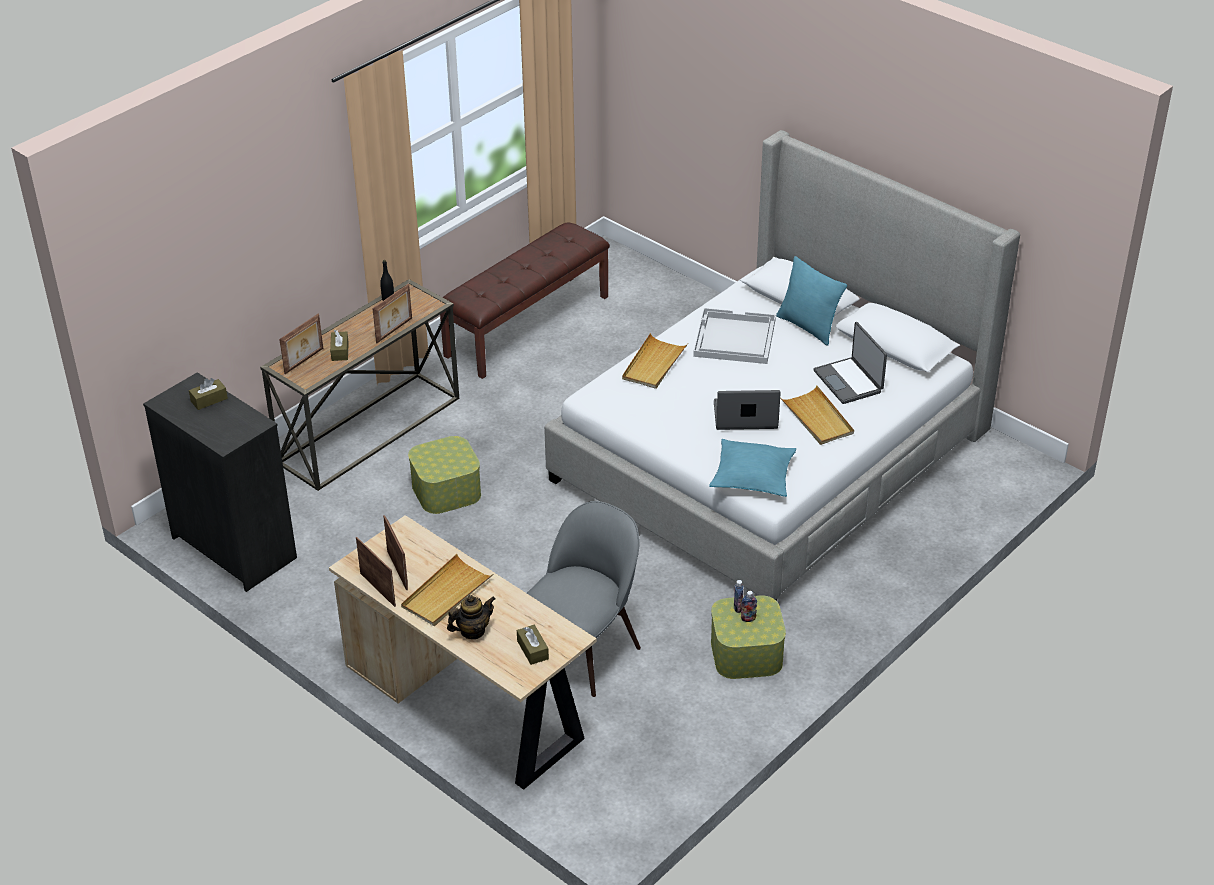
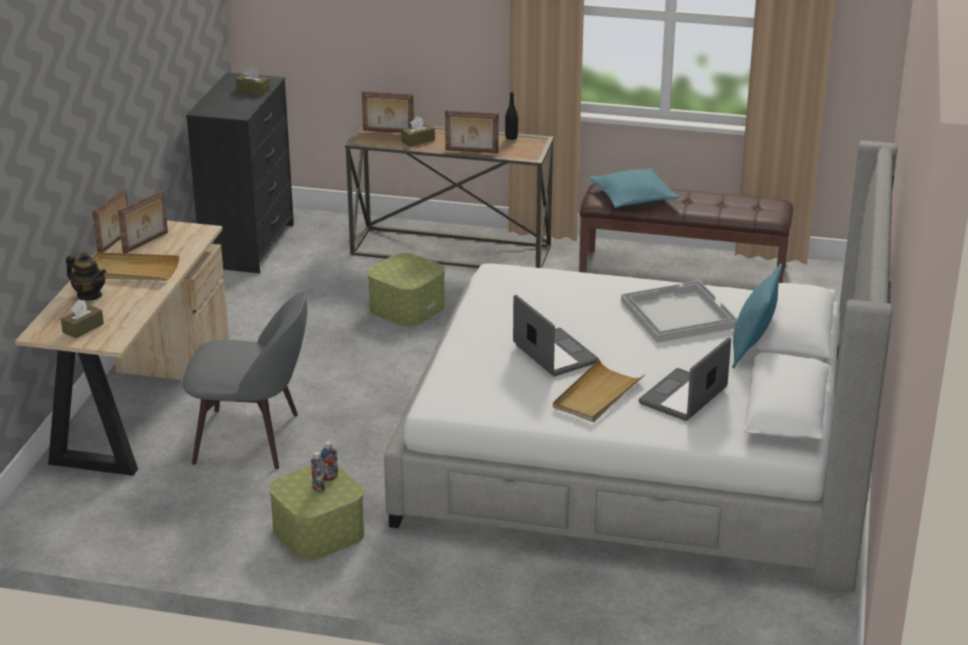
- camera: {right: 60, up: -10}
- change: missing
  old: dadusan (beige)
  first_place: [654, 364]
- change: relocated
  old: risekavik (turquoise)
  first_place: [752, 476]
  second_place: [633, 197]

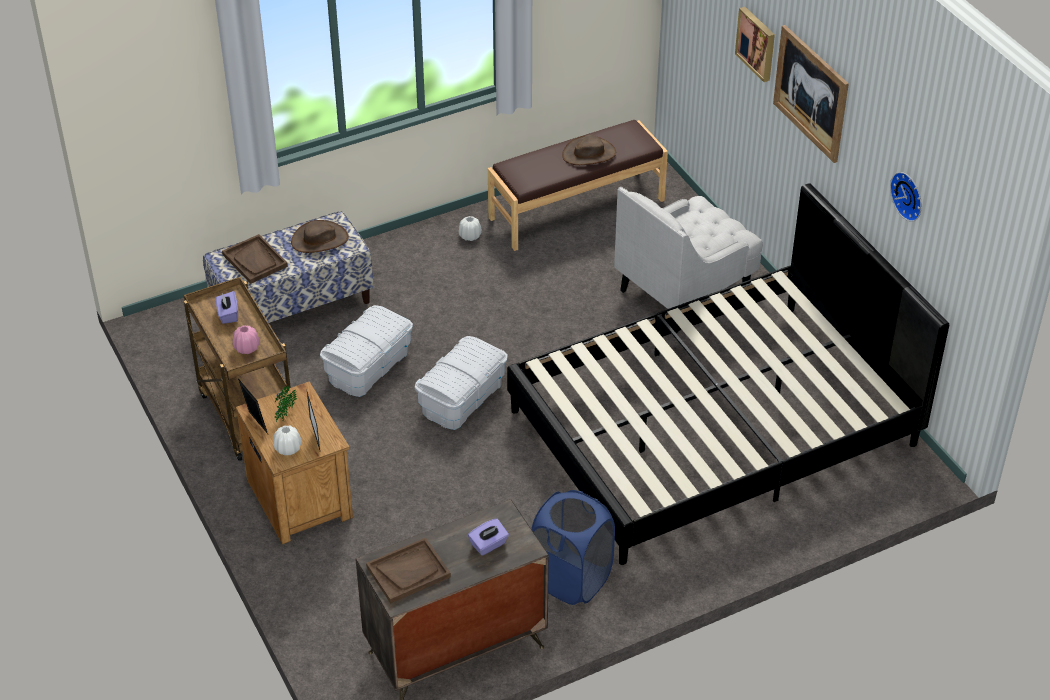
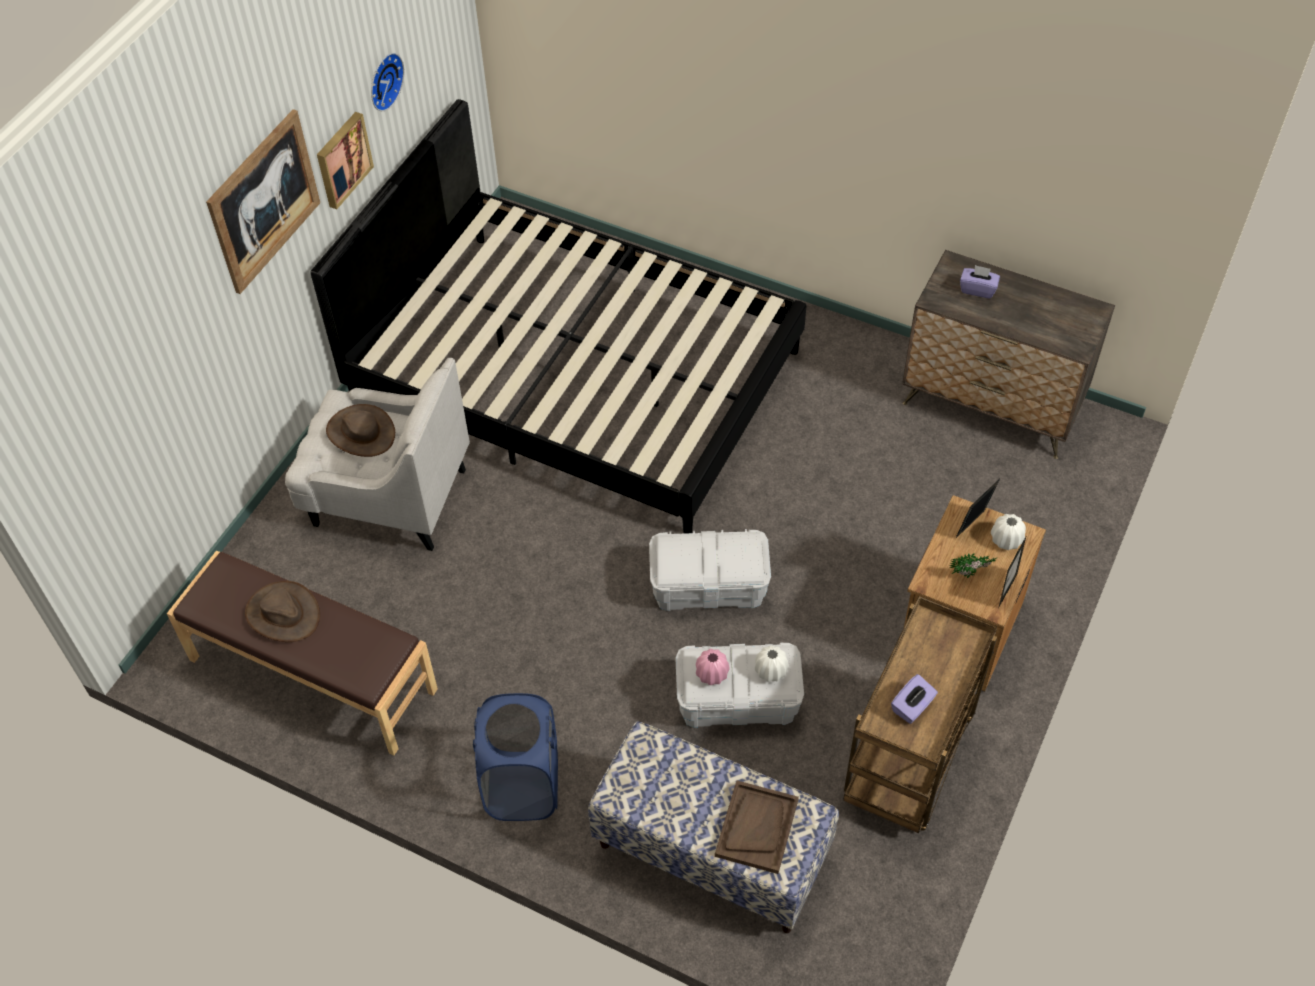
- camera: {right: -125, up: 10}
- change: relocated
  old: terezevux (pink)
  first_place: [247, 348]
  second_place: [712, 674]
- change: relocated
  old: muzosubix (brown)
  first_place: [319, 240]
  second_place: [361, 432]
- change: missing
  old: dadusan (brown)
  first_place: [408, 572]
- change: relocated
  old: terezevux (white)
  first_place: [470, 236]
  second_place: [770, 670]
- change: relocated
  old: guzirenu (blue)
  first_place: [571, 579]
  second_place: [523, 786]
- change: relocated
  old: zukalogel
  first_place: [757, 43]
  second_place: [342, 159]

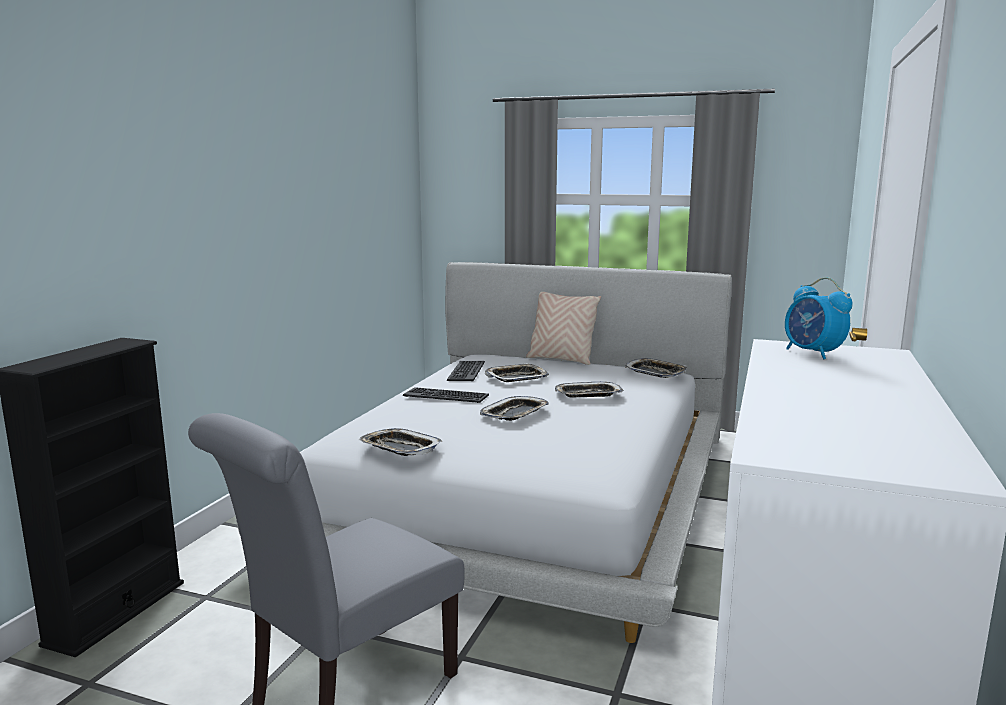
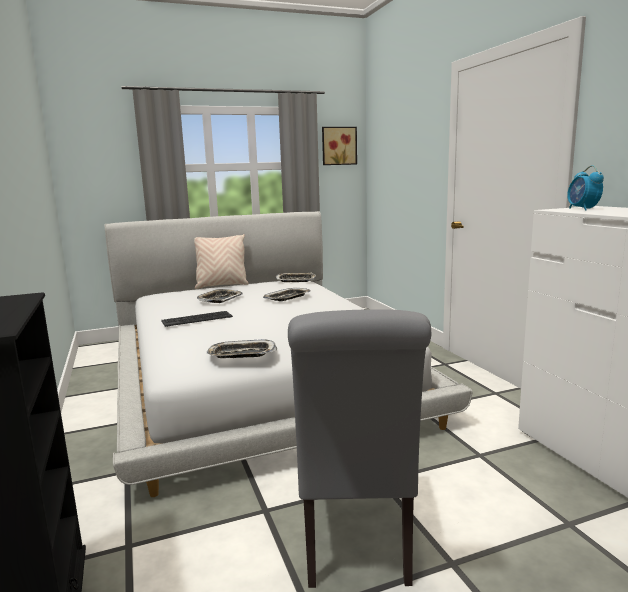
- camera: {right: -40, up: 0}
- change: missing
  old: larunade
  first_place: [465, 371]
- change: missing
  old: dadusan
  first_place: [515, 414]
- change: spun
  old: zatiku
  first_place: [813, 353]
  second_place: [582, 209]
  degrees: 60
- change: appeared
  new: zukalogel
  second_place: [338, 146]

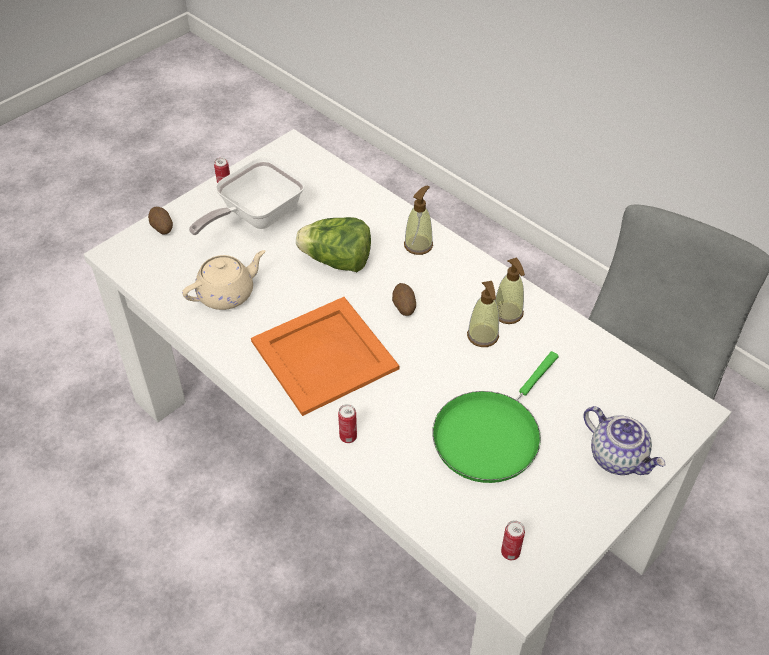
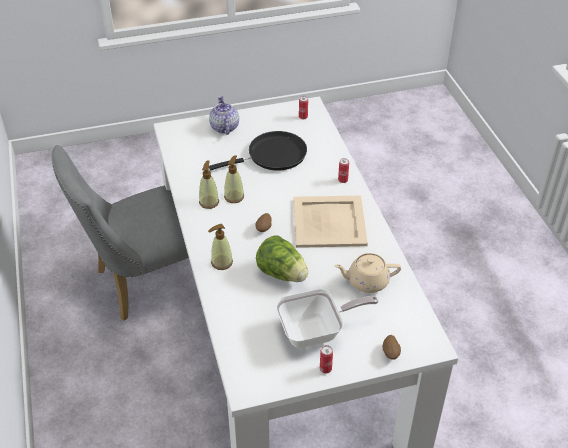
- camera: {right: -150, up: -5}
- change: colour
  old: dadusan (orange)
  new: dadusan (beige)
  first_place: [323, 354]
  second_place: [330, 222]
- change: colour
  old: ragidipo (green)
  new: ragidipo (black)
  first_place: [490, 434]
  second_place: [273, 155]

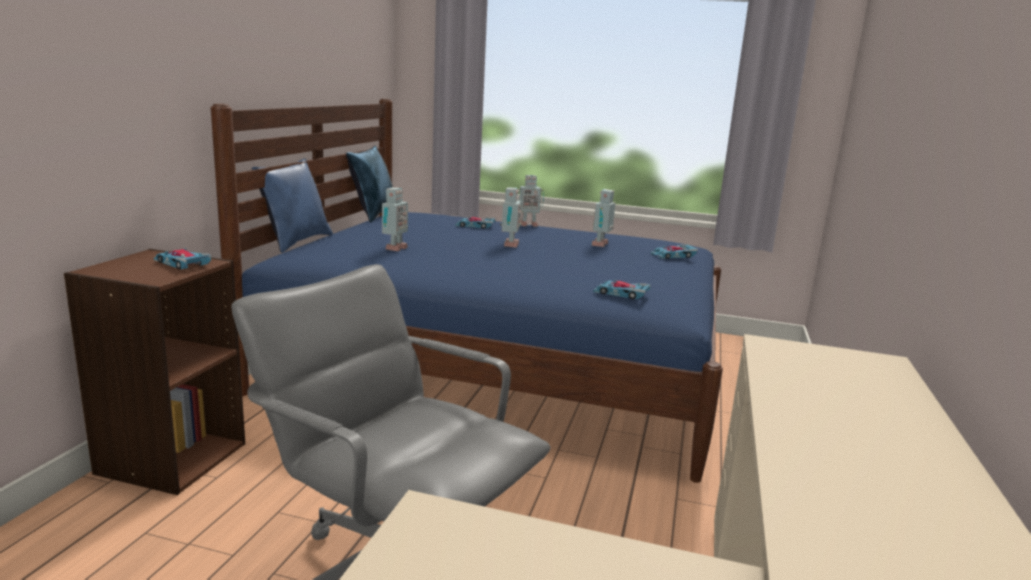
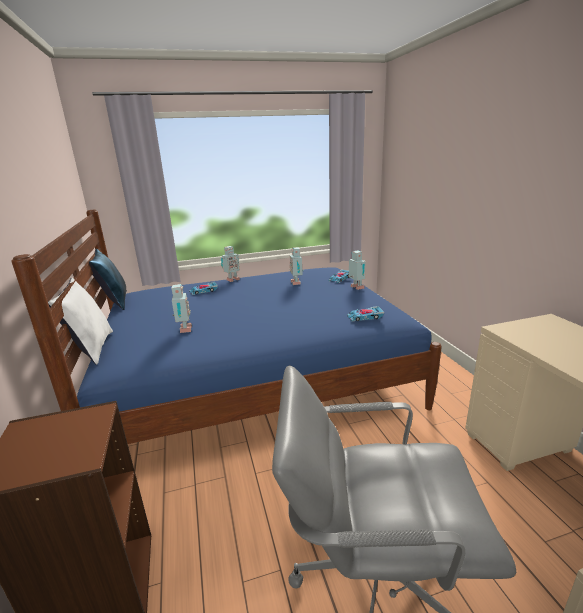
- camera: {right: -30, up: 5}
- change: missing
  old: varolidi
  first_place: [182, 263]
- change: colour
  old: risekavik (blue)
  new: risekavik (white)
  first_place: [296, 242]
  second_place: [92, 349]
- change: relocated
  old: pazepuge
  first_place: [509, 245]
  second_place: [356, 288]

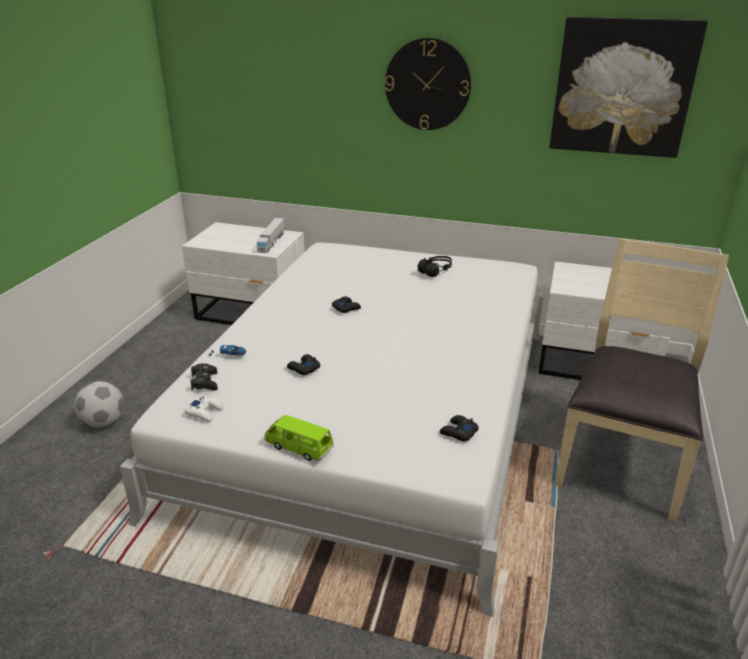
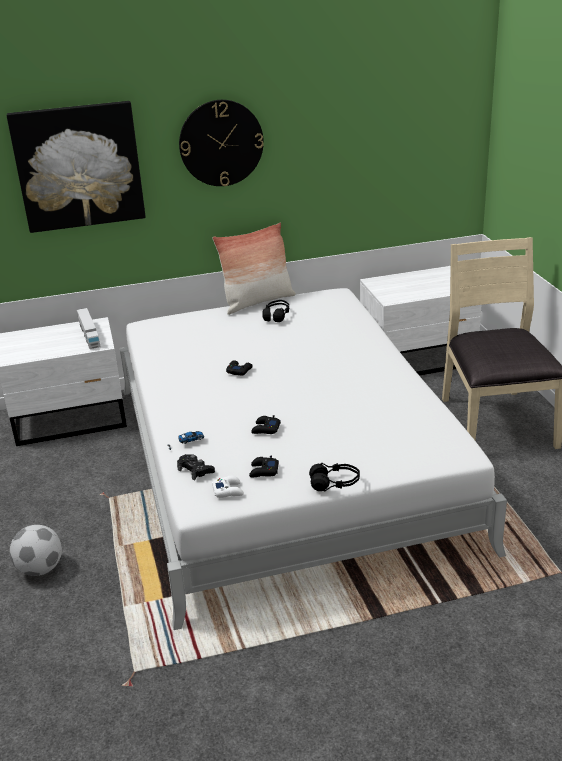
- camera: {right: -30, up: 0}
- change: exchanged
  old: varolidi (green)
  new: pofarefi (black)
  first_place: [299, 448]
  second_place: [335, 483]
- change: relocated
  old: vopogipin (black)
  first_place: [458, 432]
  second_place: [263, 471]
- change: relocated
  old: zukalogel
  first_place: [622, 87]
  second_place: [78, 166]
- change: appeared
  new: risekavik
  second_place: [257, 302]

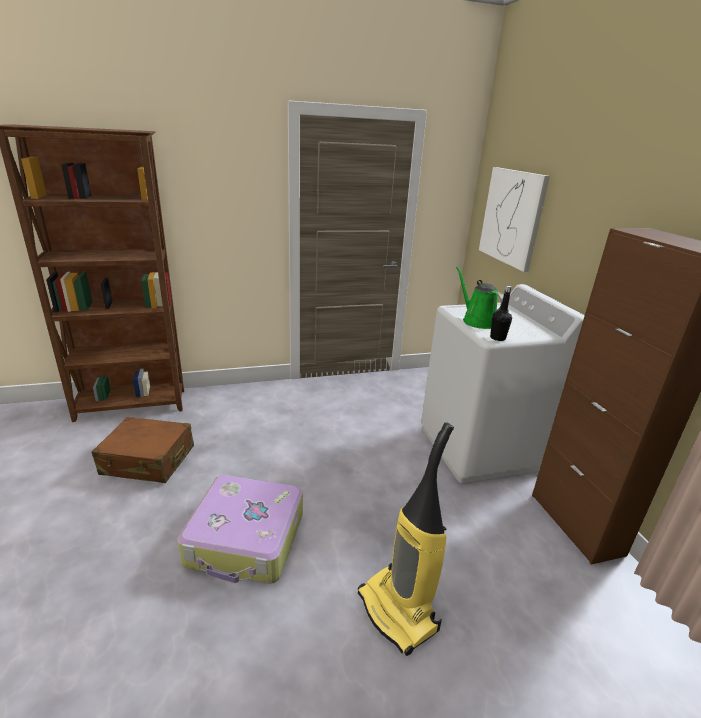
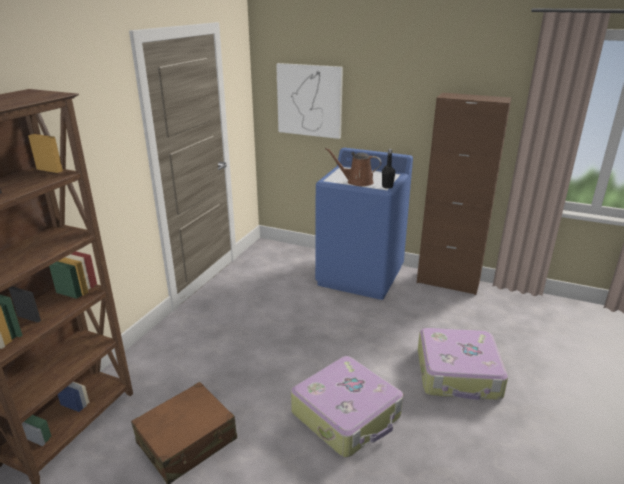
- camera: {right: -50, up: 0}
- change: exchanged
  old: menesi
  new: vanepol
  first_place: [399, 611]
  second_place: [458, 374]
- change: colour
  old: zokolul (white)
  new: zokolul (blue)
  first_place: [479, 448]
  second_place: [360, 276]
- change: colour
  old: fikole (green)
  new: fikole (brown)
  first_place: [477, 321]
  second_place: [357, 182]

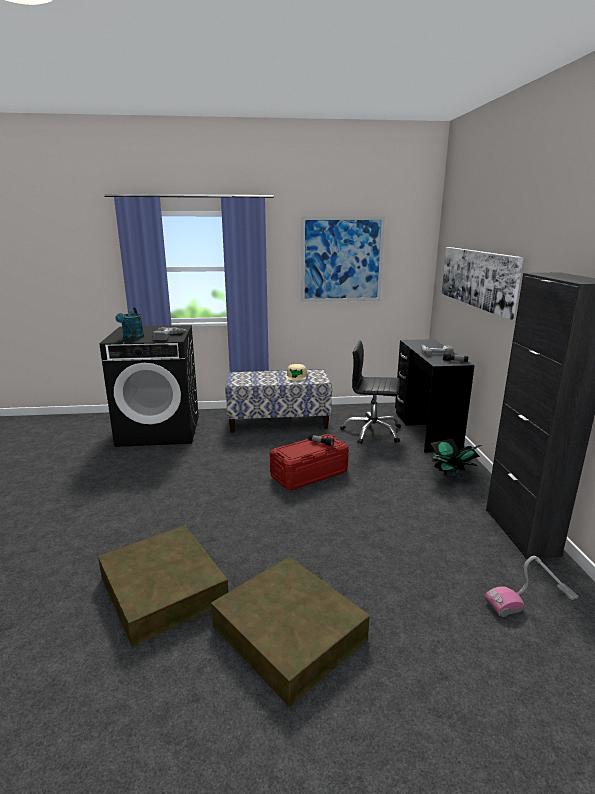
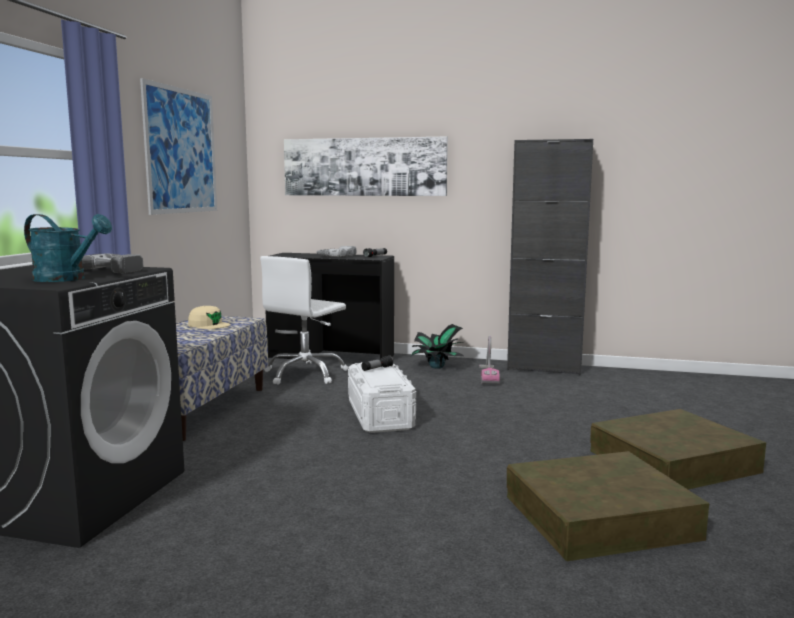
- camera: {right: -70, up: -10}
- change: colour
  old: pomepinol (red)
  new: pomepinol (white)
  first_place: [309, 474]
  second_place: [380, 414]
- change: colour
  old: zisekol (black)
  new: zisekol (white)
  first_place: [372, 432]
  second_place: [305, 374]
- change: relocated
  old: menesi
  first_place: [531, 600]
  second_place: [488, 375]

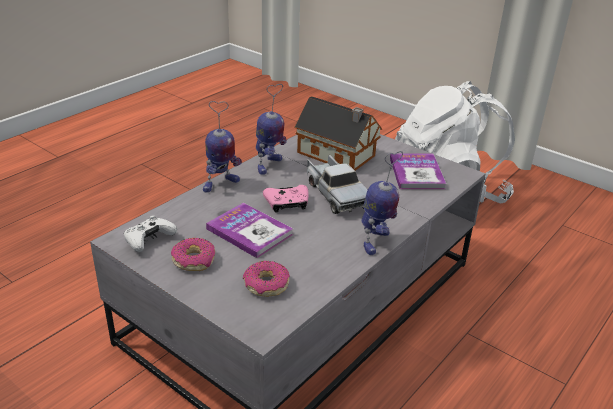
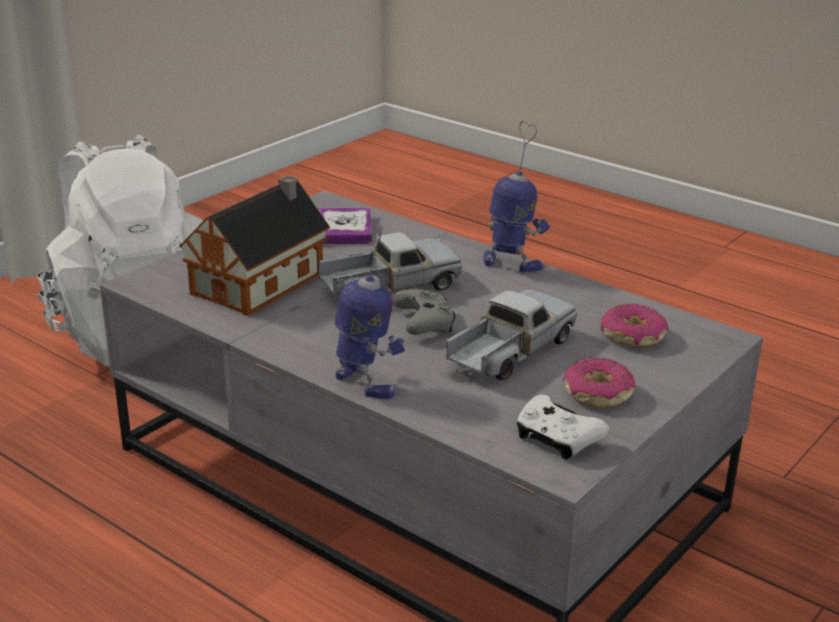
- camera: {right: -90, up: -5}
- change: exchanged
  old: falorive
  new: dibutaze
  first_place: [249, 231]
  second_place: [509, 352]
- change: missing
  old: pazepuge
  first_place: [269, 165]
- change: colour
  old: vopogipin (pink)
  new: vopogipin (grey)
  first_place: [287, 204]
  second_place: [424, 323]

